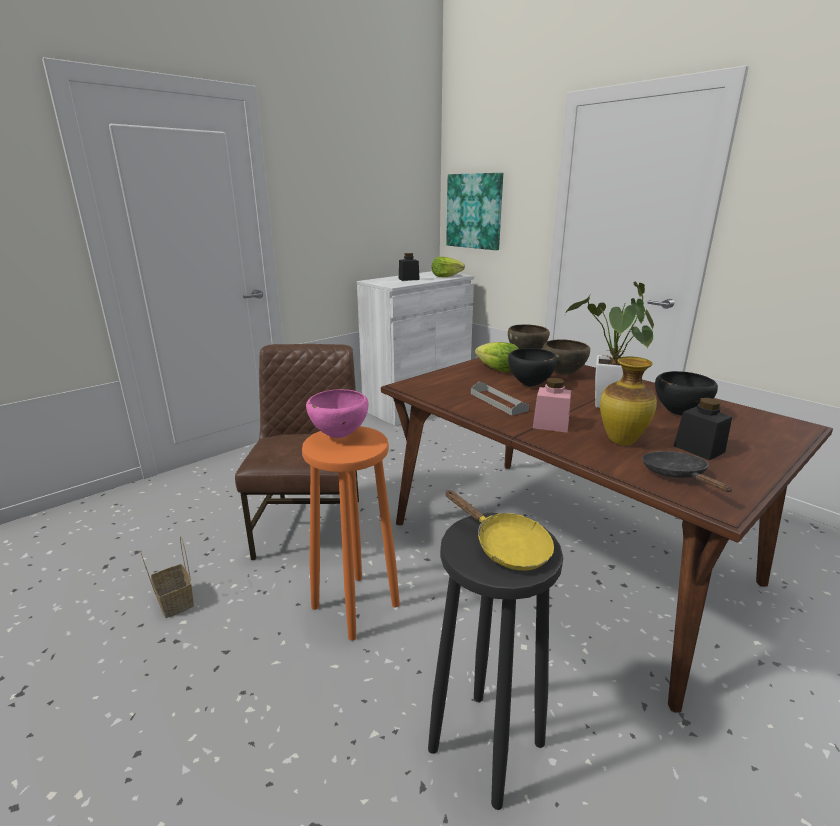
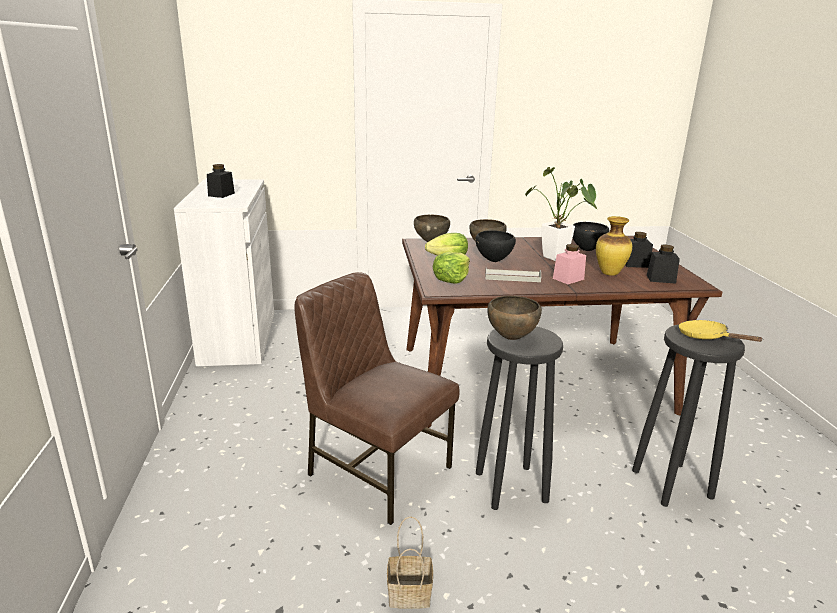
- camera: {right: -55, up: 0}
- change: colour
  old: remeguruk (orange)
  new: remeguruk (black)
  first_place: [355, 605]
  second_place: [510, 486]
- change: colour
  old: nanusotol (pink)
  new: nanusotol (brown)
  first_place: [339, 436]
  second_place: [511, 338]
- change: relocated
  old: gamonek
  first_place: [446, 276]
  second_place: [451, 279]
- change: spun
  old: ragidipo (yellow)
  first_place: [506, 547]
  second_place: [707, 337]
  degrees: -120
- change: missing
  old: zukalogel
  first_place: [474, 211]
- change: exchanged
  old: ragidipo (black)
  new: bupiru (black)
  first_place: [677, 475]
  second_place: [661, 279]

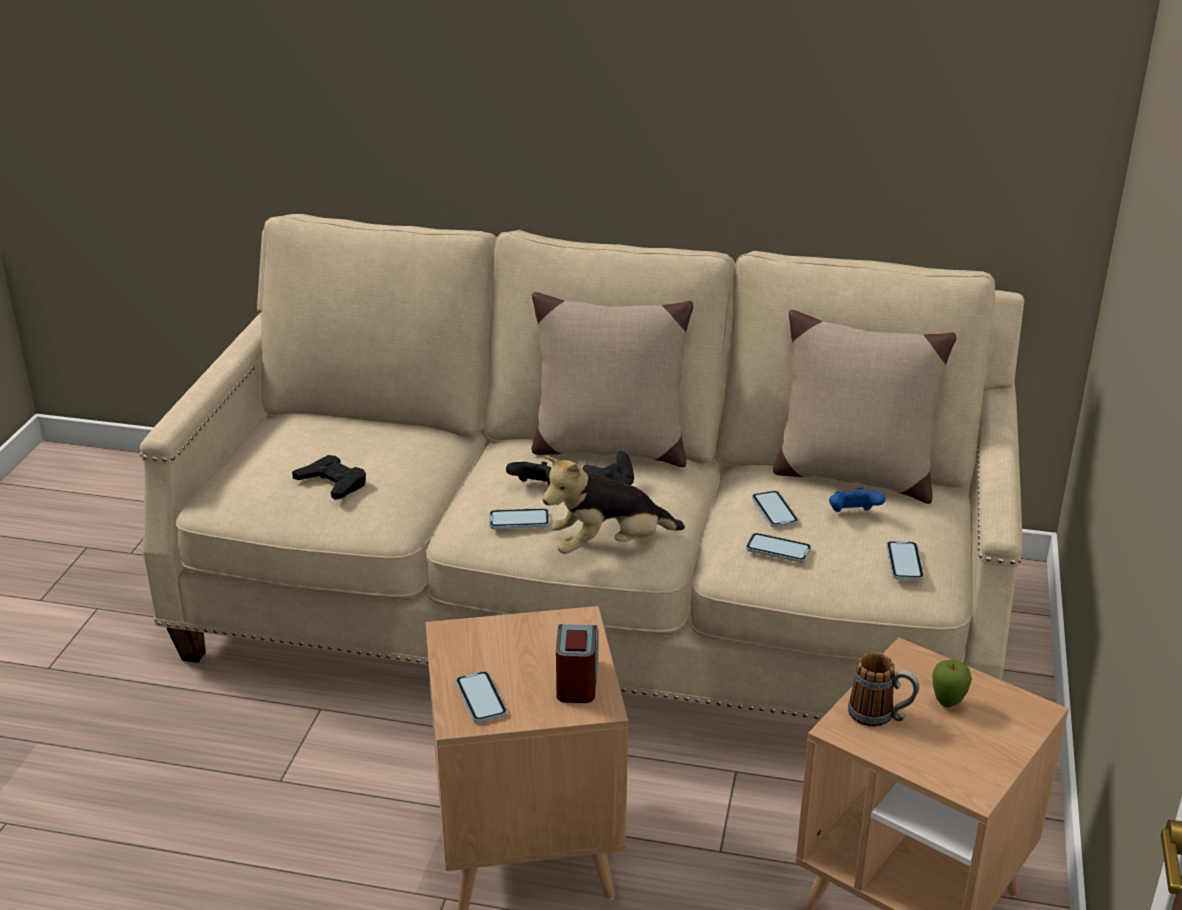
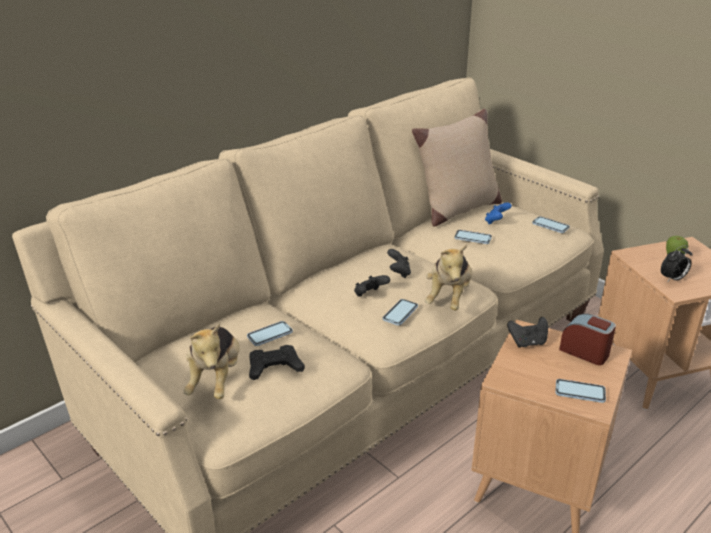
- camera: {right: -55, up: 0}
- change: missing
  old: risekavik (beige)
  first_place: [608, 448]
- change: relocated
  old: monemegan
  first_place: [778, 550]
  second_place: [270, 335]
- change: exchanged
  old: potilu
  new: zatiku
  first_place: [880, 716]
  second_place: [672, 279]
- change: appeared
  new: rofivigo
  second_place: [215, 379]
- change: appeared
  new: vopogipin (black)
  second_place: [527, 342]

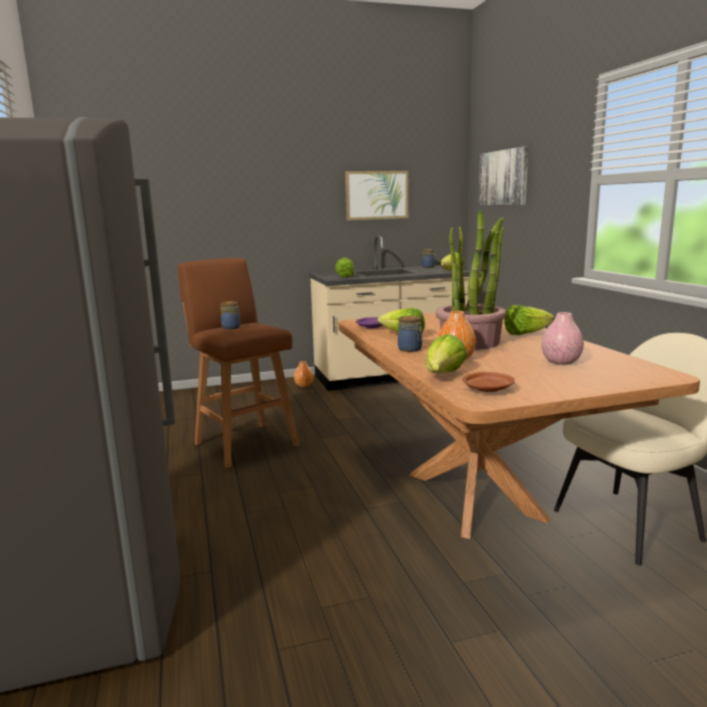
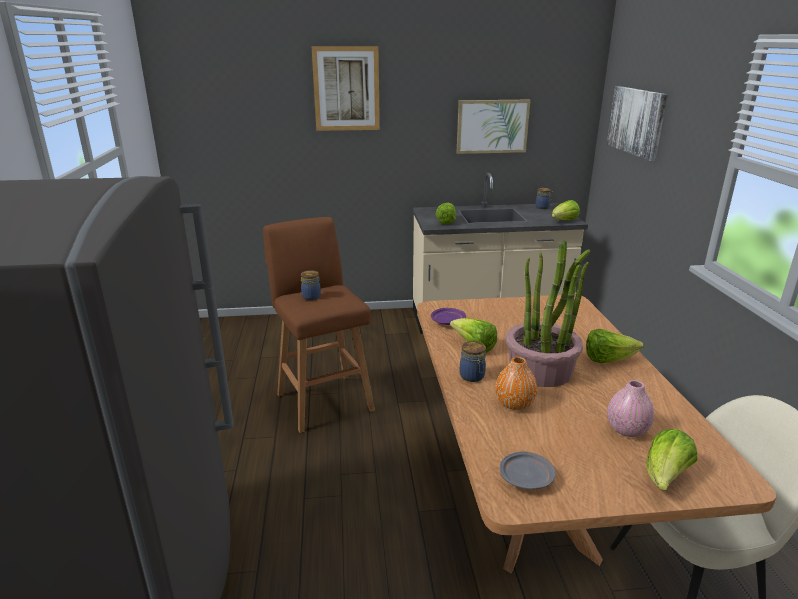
- camera: {right: 10, up: 10}
- change: missing
  old: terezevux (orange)
  first_place: [304, 385]
- change: relocated
  old: gamonek
  first_place: [443, 375]
  second_place: [665, 477]
- change: colour
  old: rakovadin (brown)
  new: rakovadin (grey)
  first_place: [488, 389]
  second_place: [526, 478]
- change: appeared
  new: zukalogel
  second_place: [346, 89]

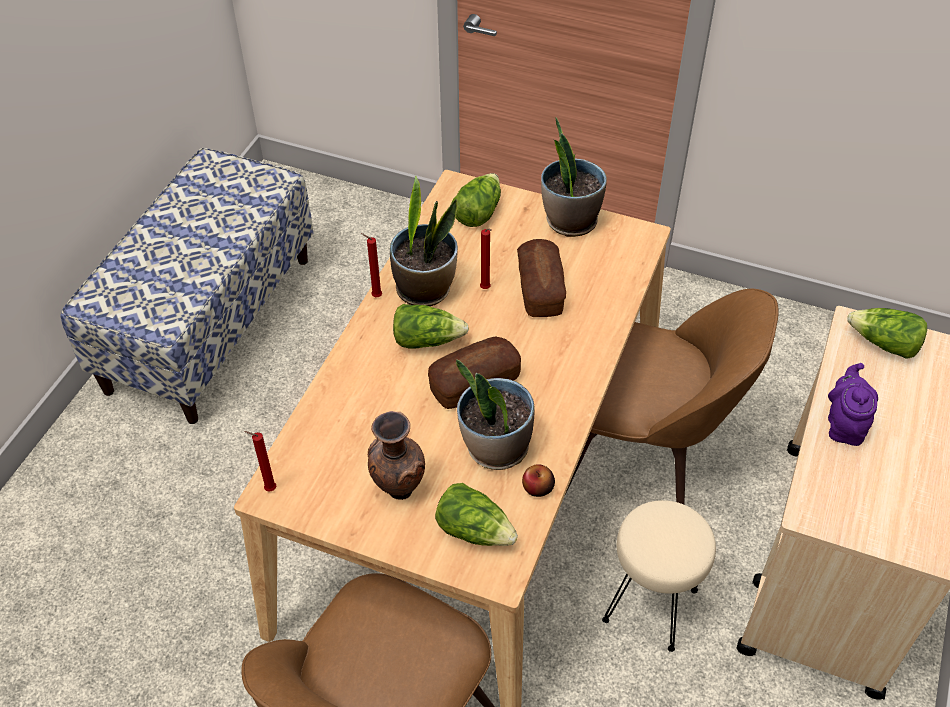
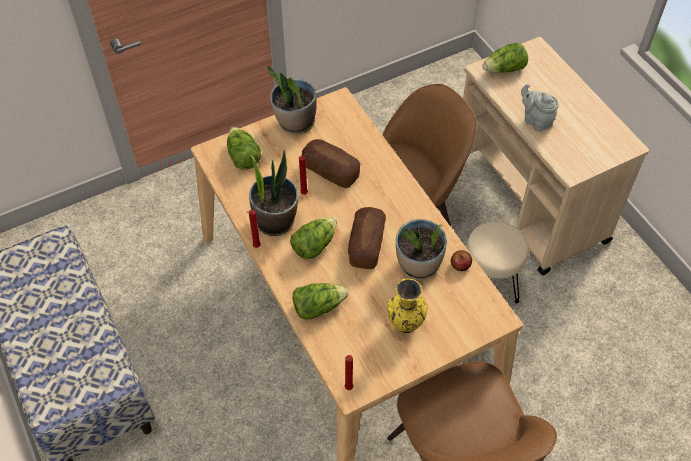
- camera: {right: -50, up: 5}
- change: colour
  old: terezevux (brown)
  new: terezevux (yellow)
  first_place: [397, 489]
  second_place: [405, 327]
- change: relocated
  old: gamonek
  first_place: [474, 530]
  second_place: [318, 306]
- change: colour
  old: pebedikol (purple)
  new: pebedikol (grey)
  first_place: [844, 425]
  second_place: [536, 120]

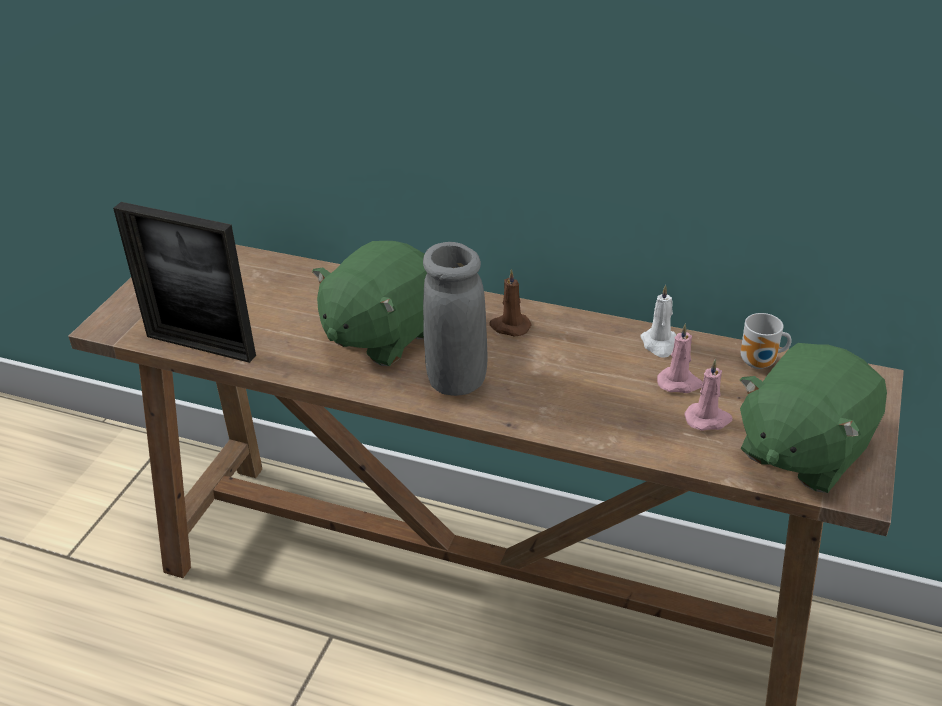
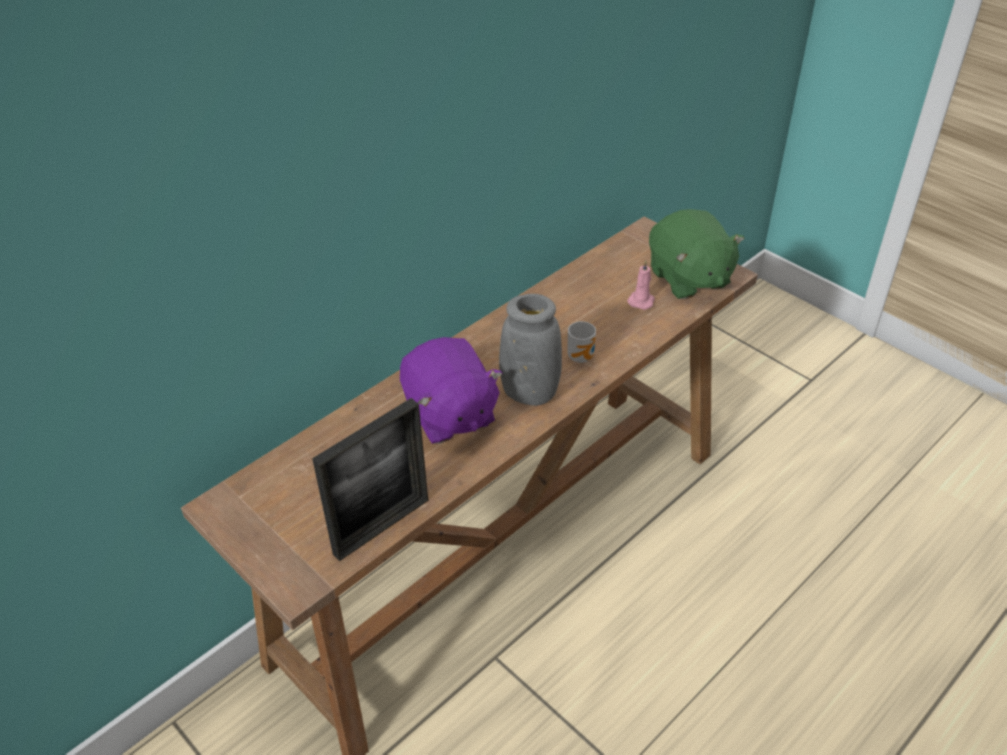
- camera: {right: -65, up: 5}
- change: colour
  old: rofivigo (green)
  new: rofivigo (purple)
  first_place: [382, 335]
  second_place: [449, 415]
- change: missing
  old: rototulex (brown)
  first_place: [509, 326]
- change: missing
  old: rototulex (white)
  first_place: [659, 344]
- change: missing
  old: rototulex (pink)
  first_place: [680, 383]
- change: relocated
  old: potilu
  first_place: [760, 364]
  second_place: [582, 357]

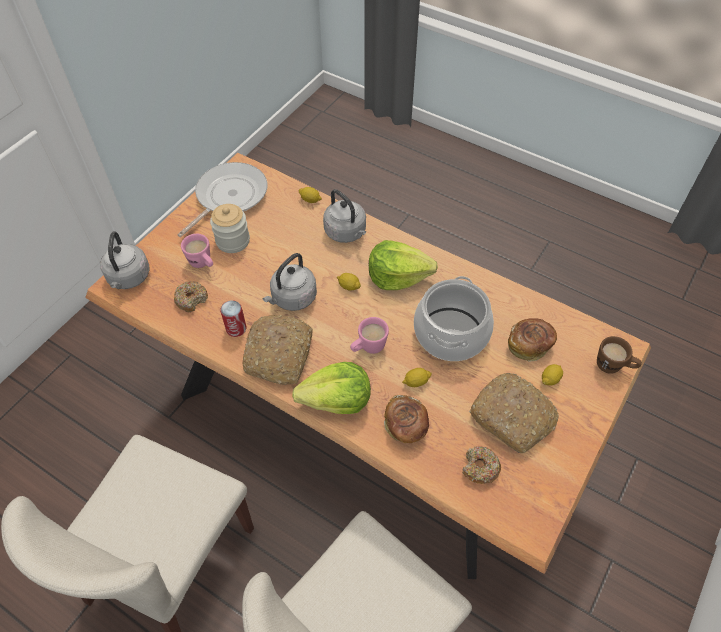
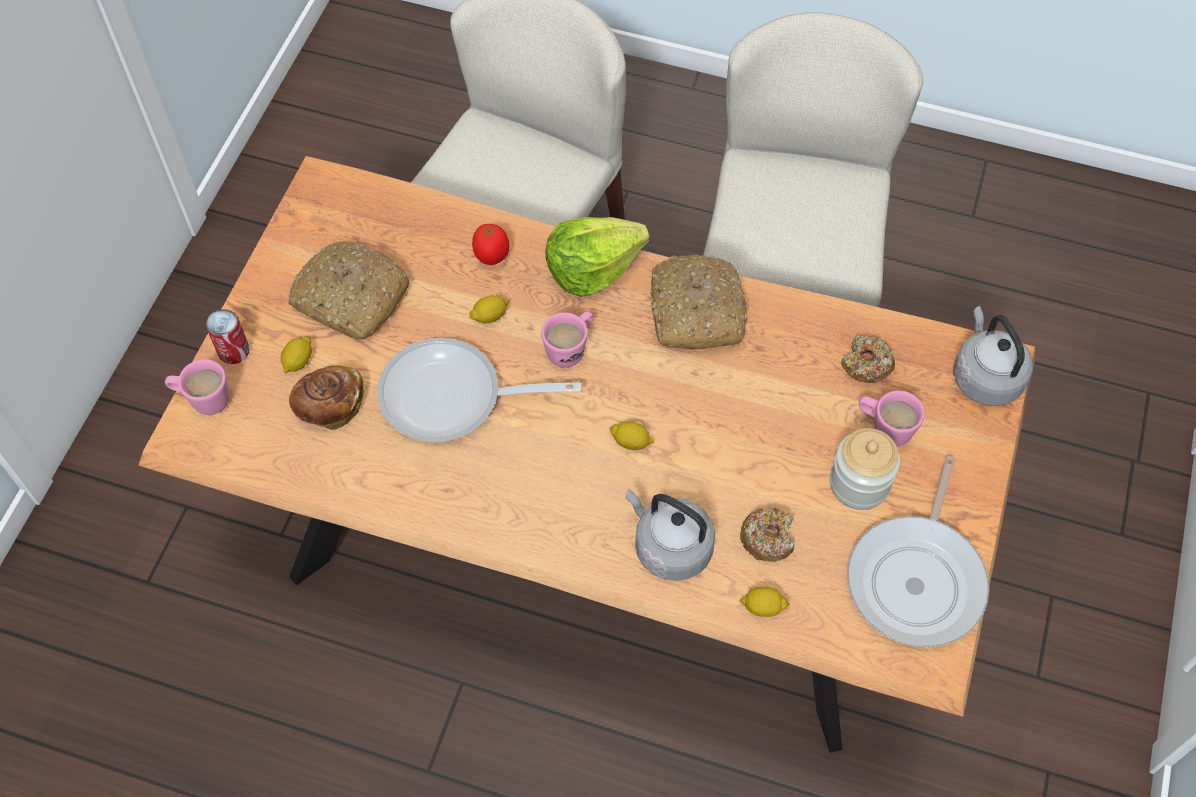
- camera: {right: 165, up: 5}
- change: relocated
  old: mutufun
  first_place: [236, 328]
  second_place: [234, 351]
- change: missing
  old: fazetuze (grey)
  first_place: [292, 298]
- change: missing
  old: gamonek
  first_place: [398, 276]
- change: exchanged
  old: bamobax
  new: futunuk
  first_place: [405, 426]
  second_place: [492, 257]
- change: exchanged
  old: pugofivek
  new: ragidipo
  first_place: [450, 333]
  second_place: [452, 398]
- change: relocated
  old: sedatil
  first_place: [480, 468]
  second_place: [768, 538]
- change: colour
  old: potilu (brown)
  new: potilu (pink)
  first_place: [613, 366]
  second_place: [203, 400]

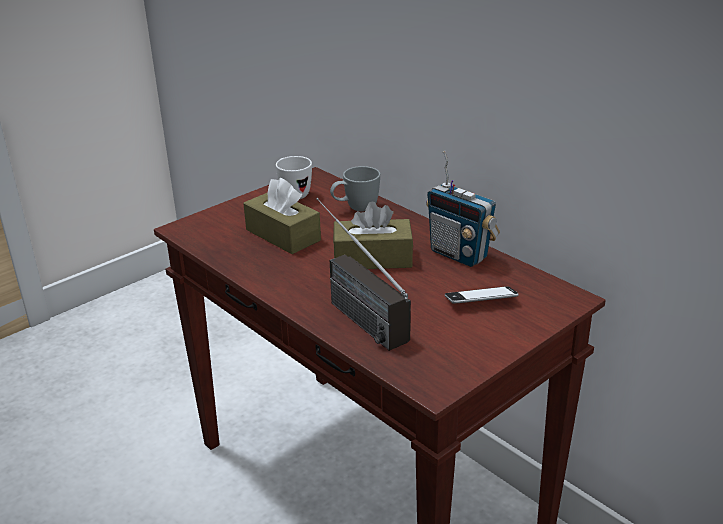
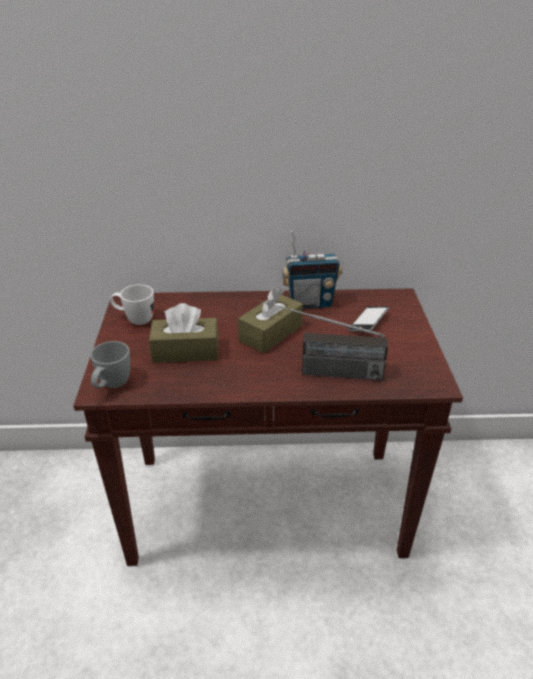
- camera: {right: -50, up: 5}
- change: relocated
  old: potilu (grey)
  first_place: [355, 209]
  second_place: [112, 386]

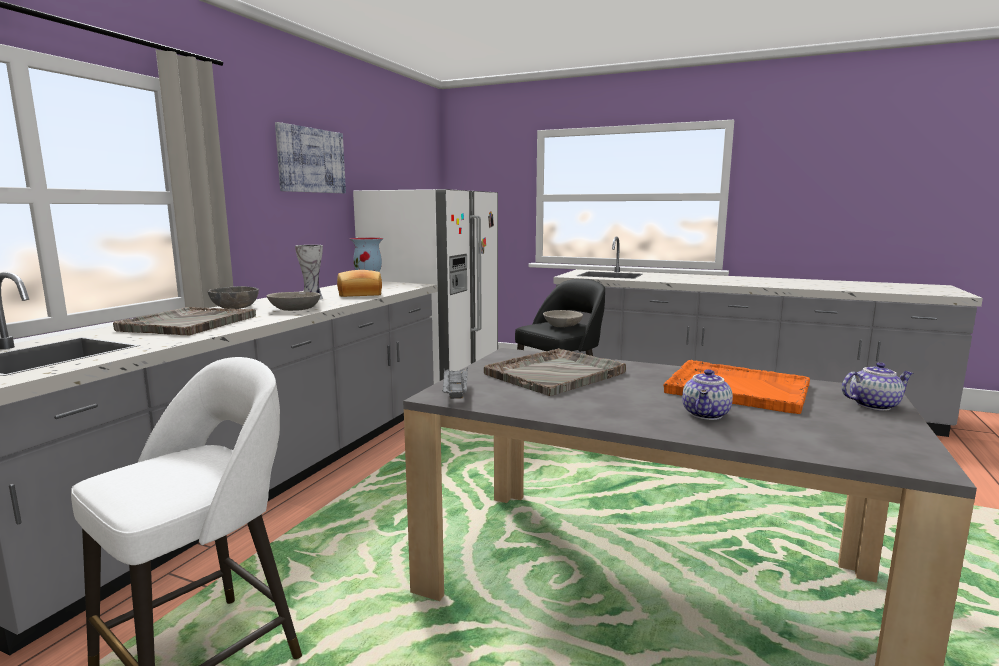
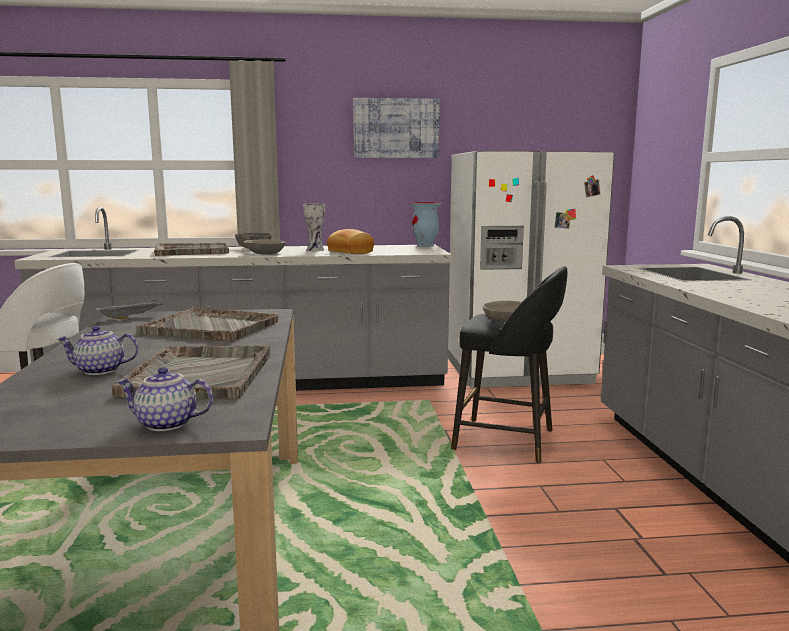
- camera: {right: 60, up: 0}
- change: colour
  old: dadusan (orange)
  new: dadusan (grey)
  first_place: [735, 388]
  second_place: [200, 374]
- change: spun
  old: pebedikol
  first_place: [873, 405]
  second_place: [165, 424]
  degrees: 135

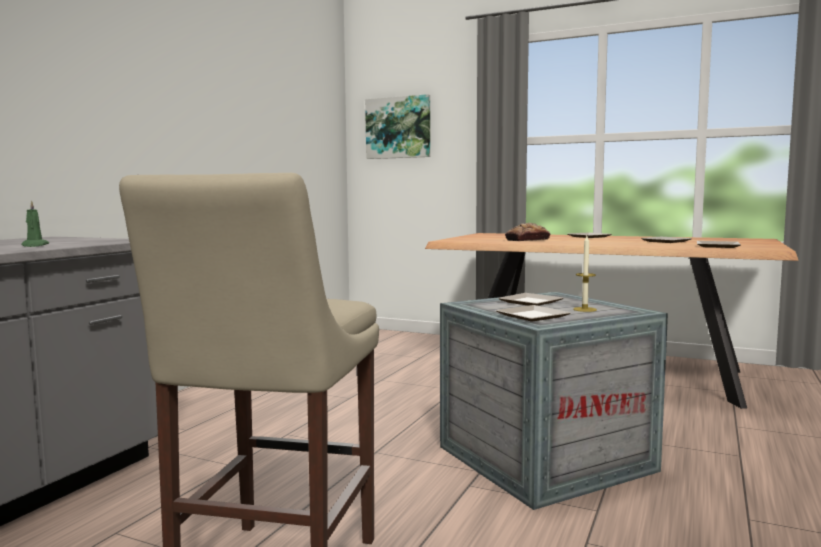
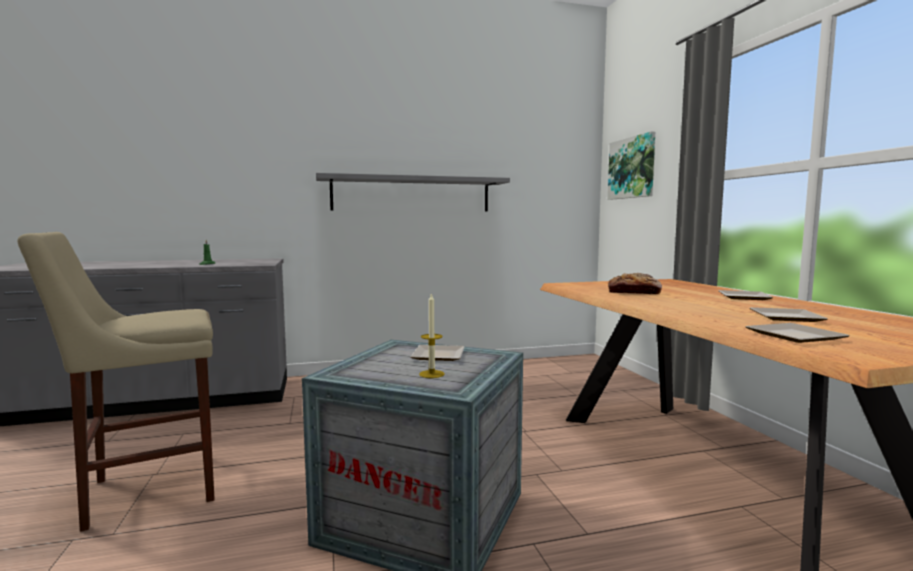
- camera: {right: 50, up: 0}
- change: missing
  old: rakovadin
  first_place: [532, 317]
- change: appeared
  new: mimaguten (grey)
  second_place: [412, 194]

